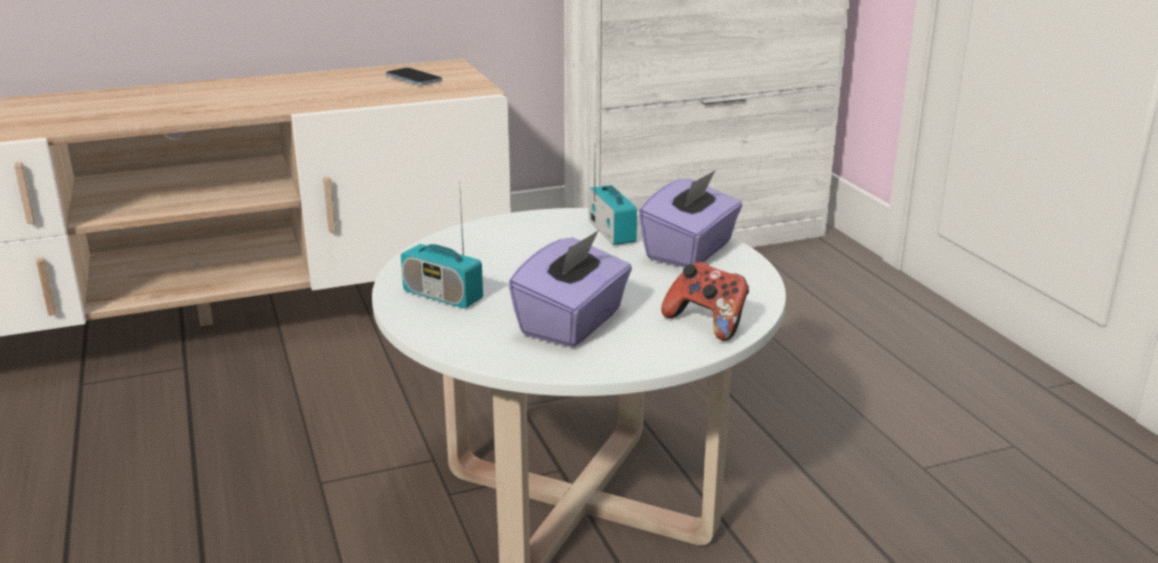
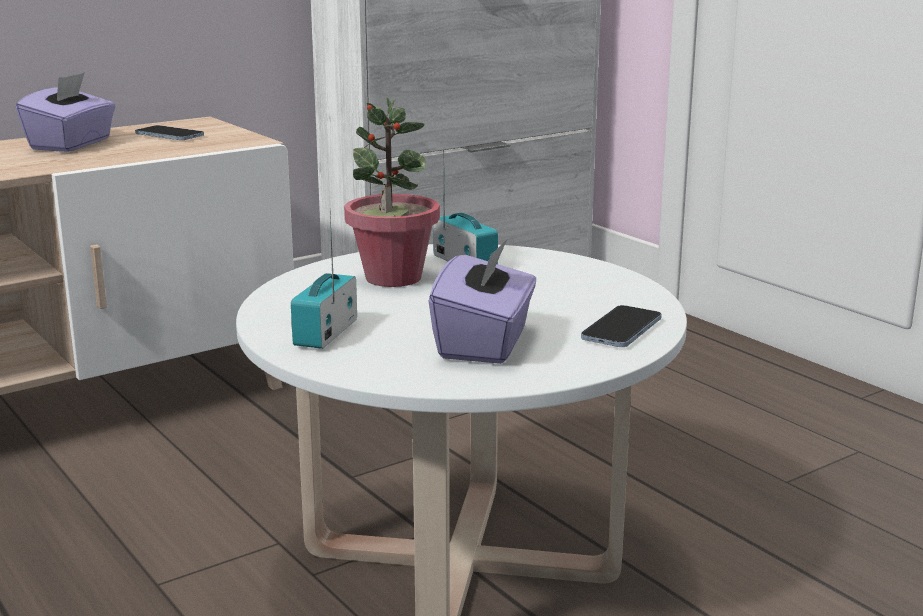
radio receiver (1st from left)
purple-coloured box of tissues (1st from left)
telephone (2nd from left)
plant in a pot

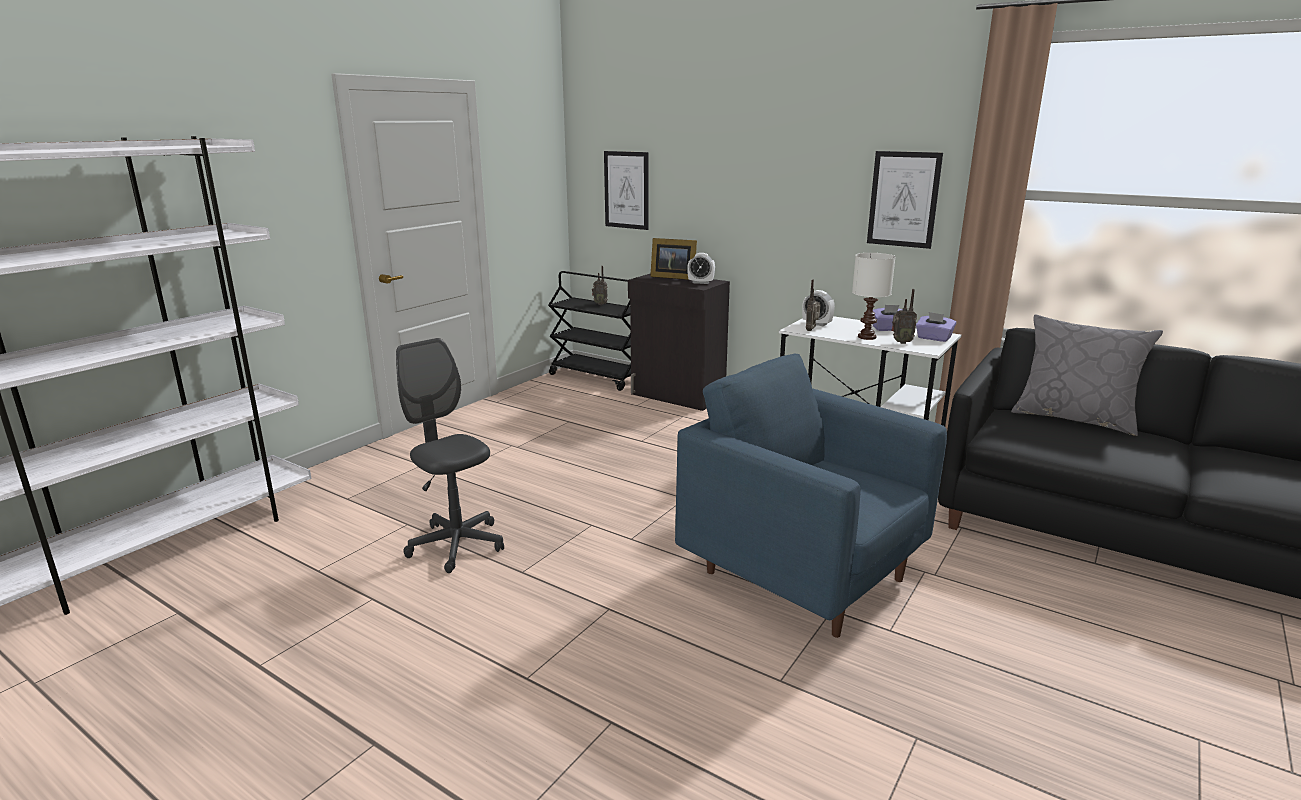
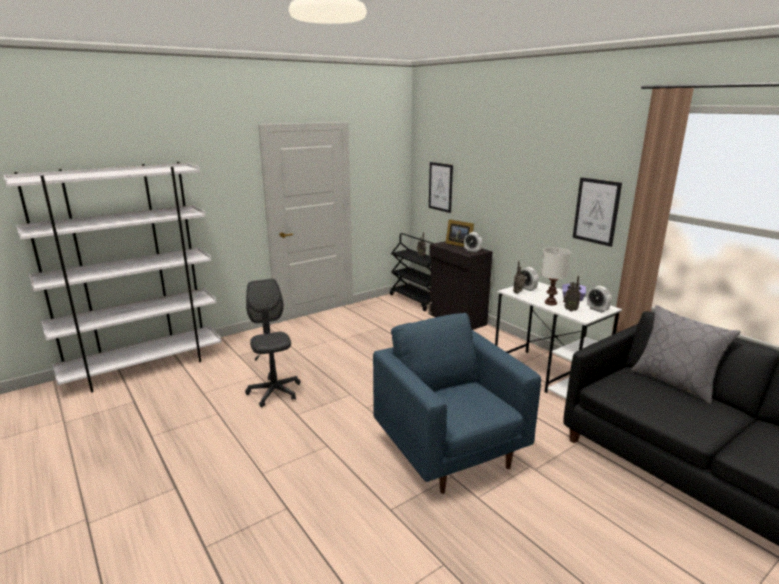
table clock (3rd from left)

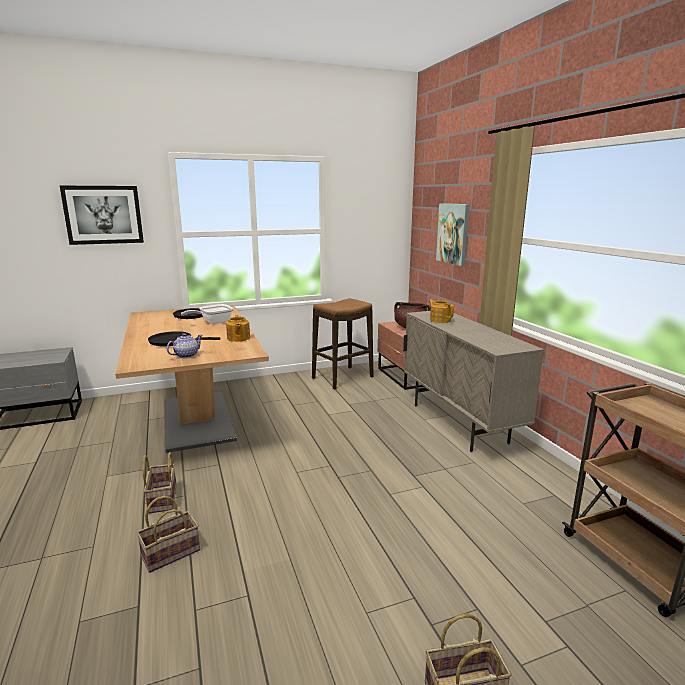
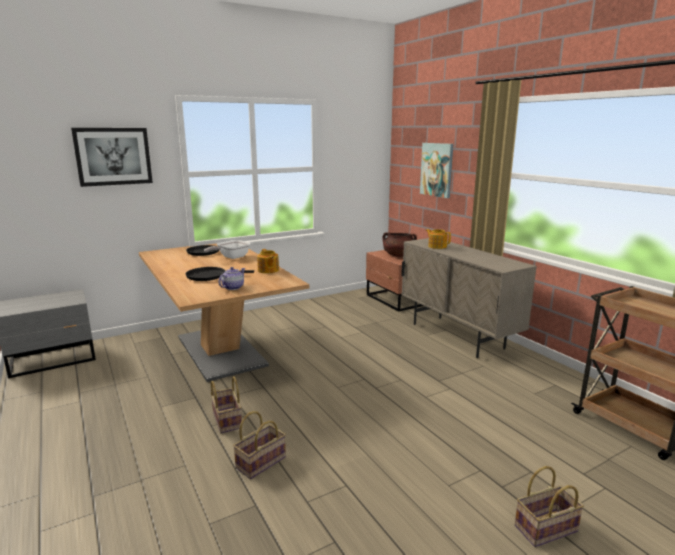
stool

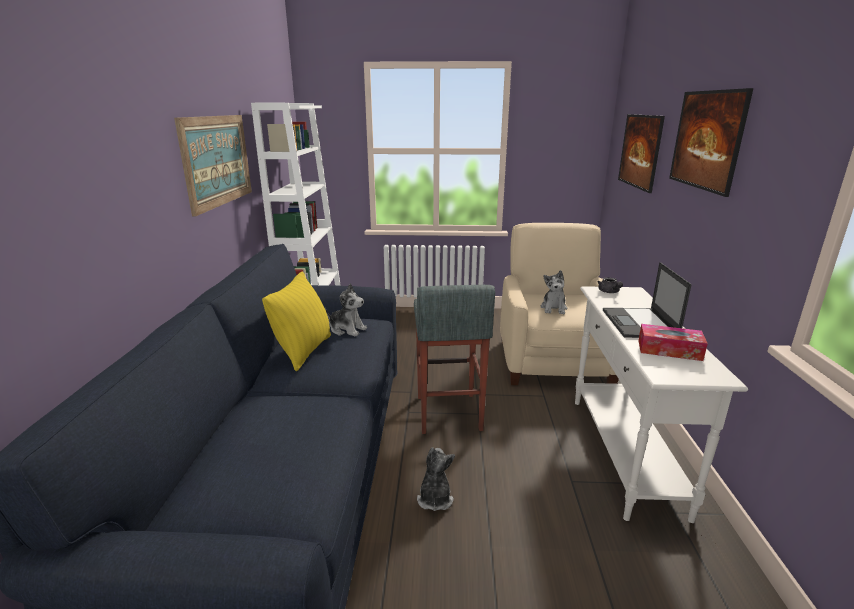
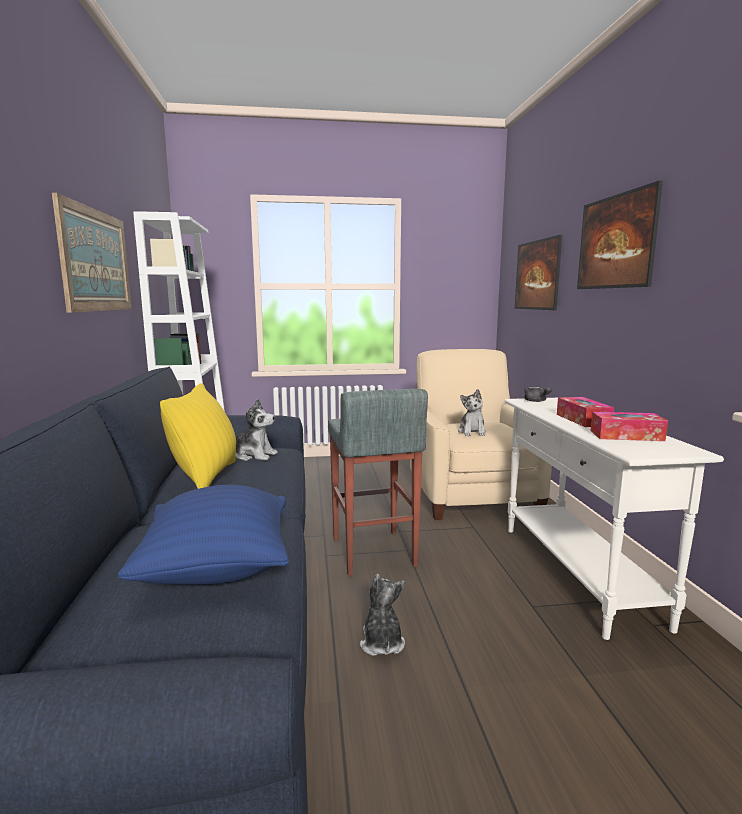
box of tissues (1st from left)
bluish pillow

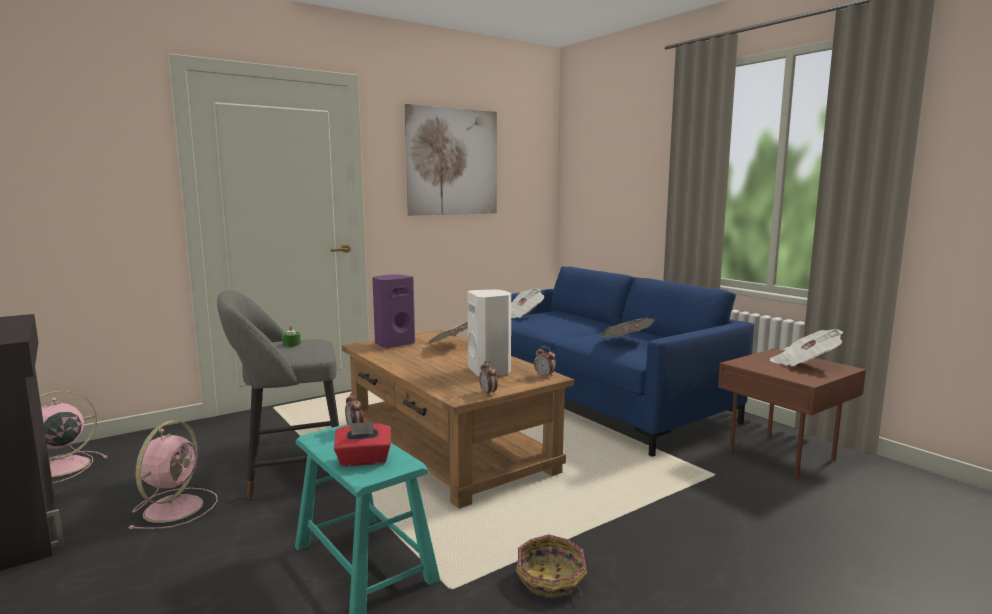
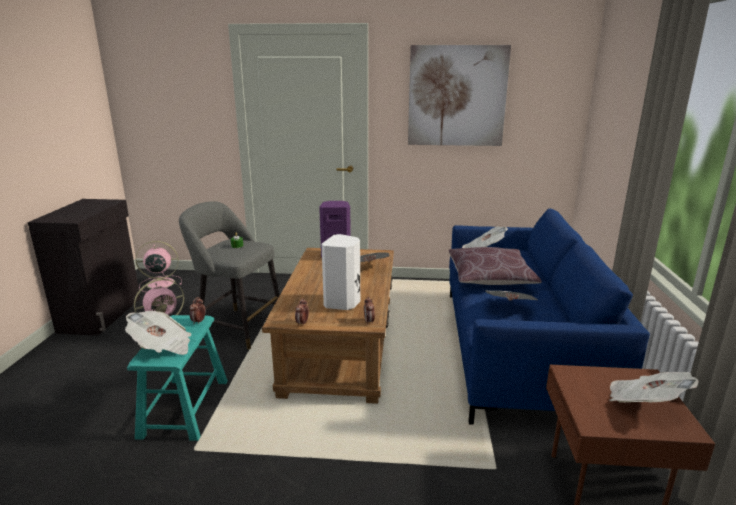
newspaper (1st from left)
household basket
brownish pillow

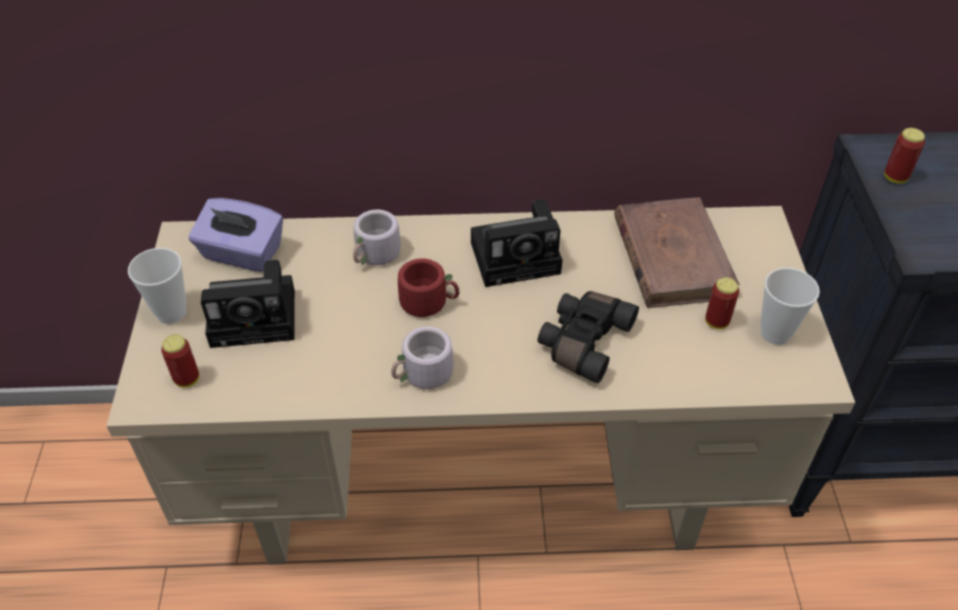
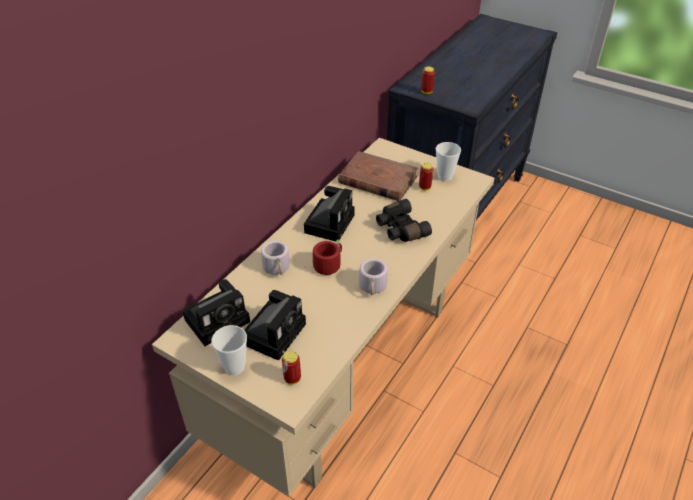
photo camera (1st from left)

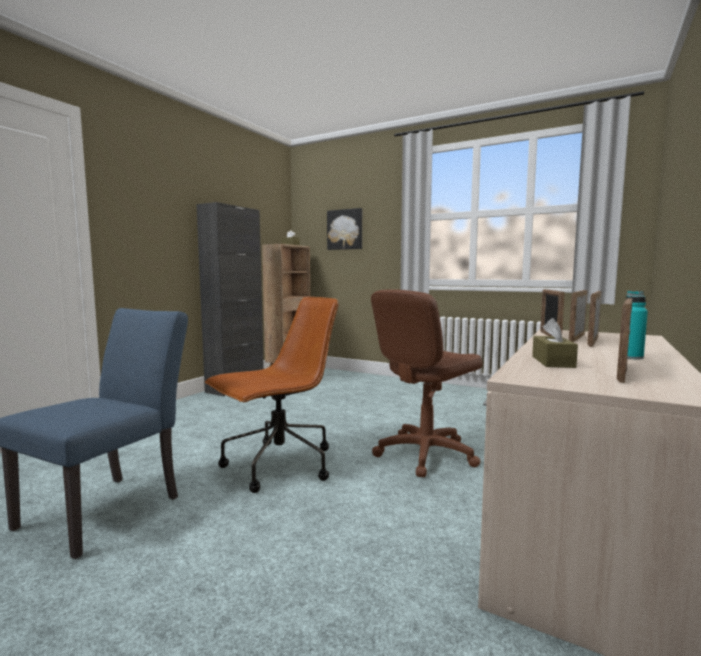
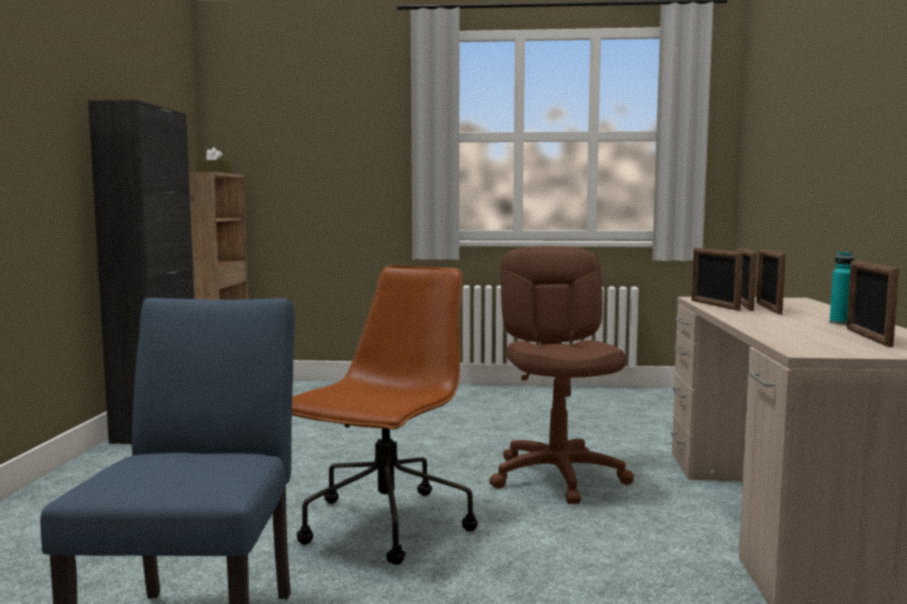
wall art
brownish office chair (2nd from left)
brownish box of tissues (2nd from left in the first image)

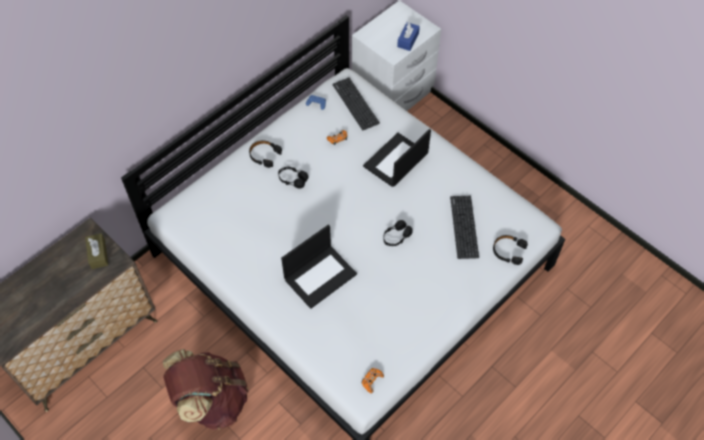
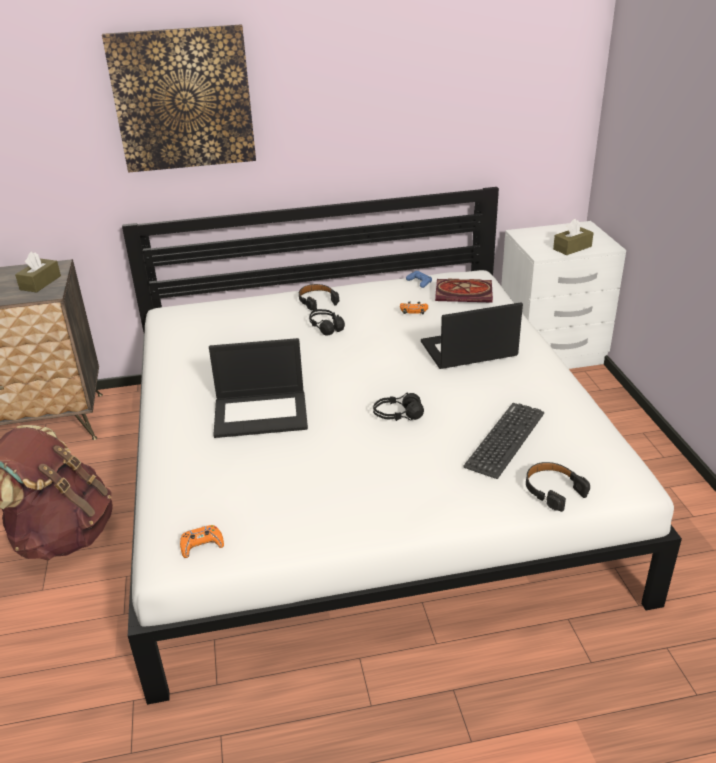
bound book
brownish box of tissues (2nd from left)
wall art

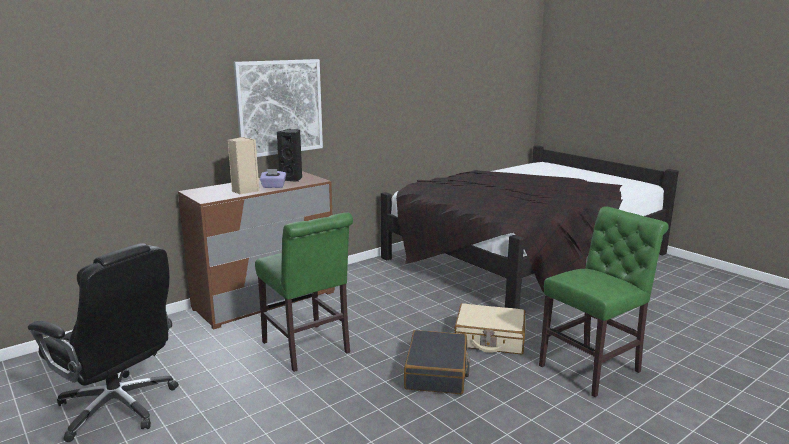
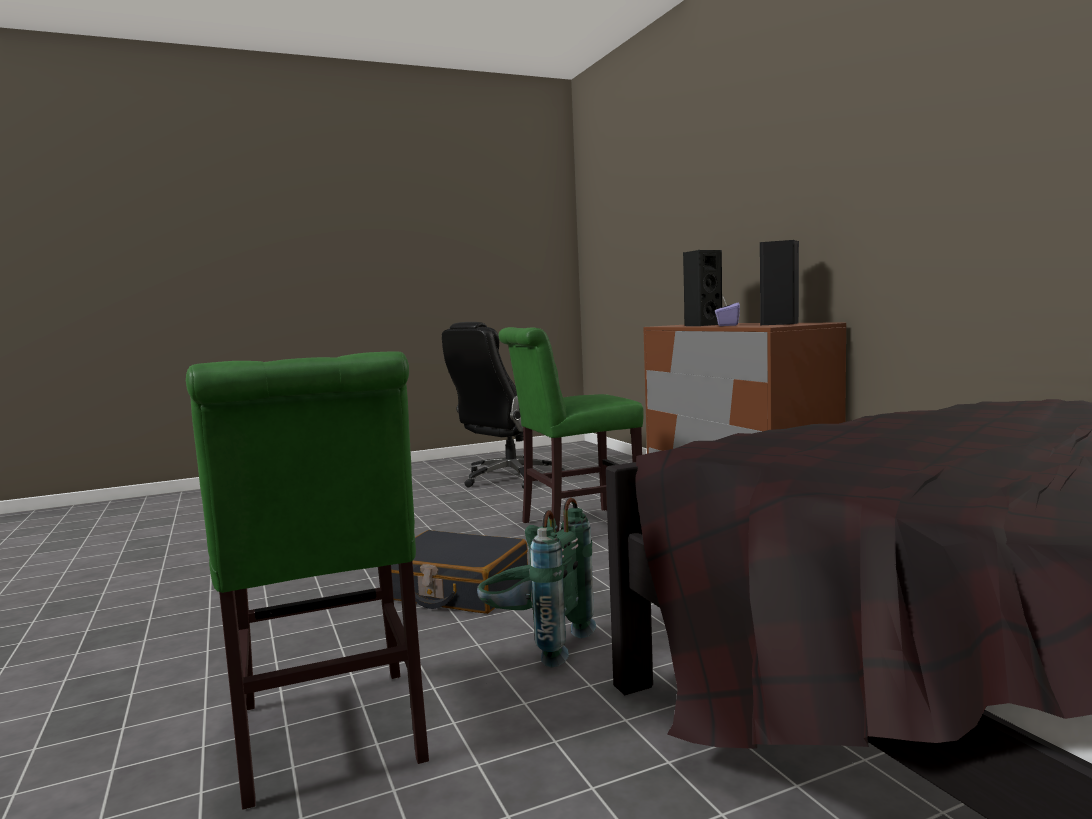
black audio speaker (1st from left)
wall art
greenish backpack

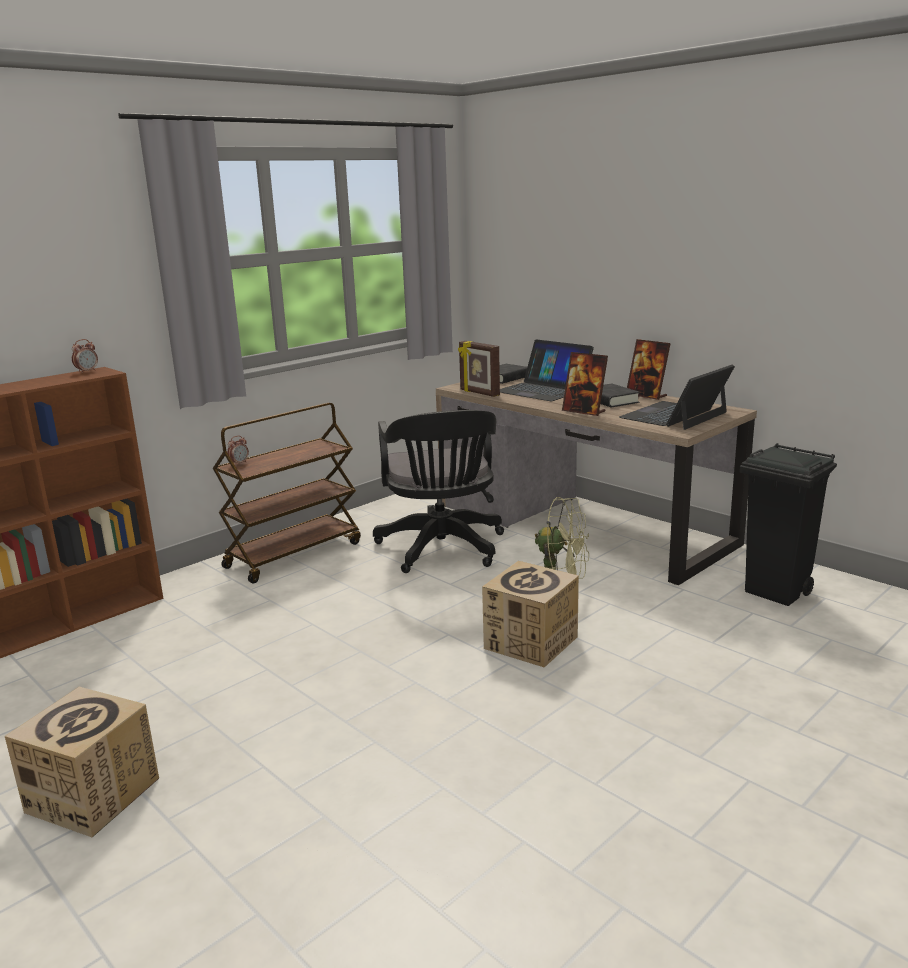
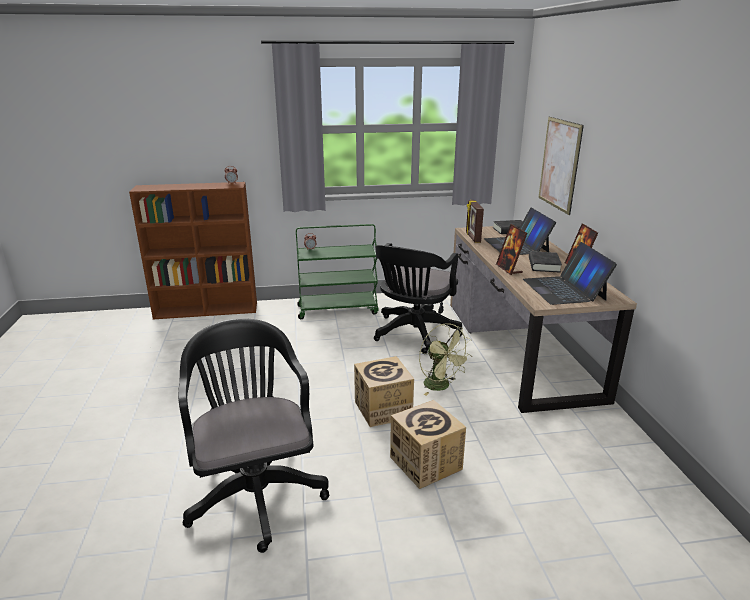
packing box (2nd from left)
greenish wheeled cart
laptop (2nd from left)
black rubbish bin
black office chair (1st from left)
wall art

